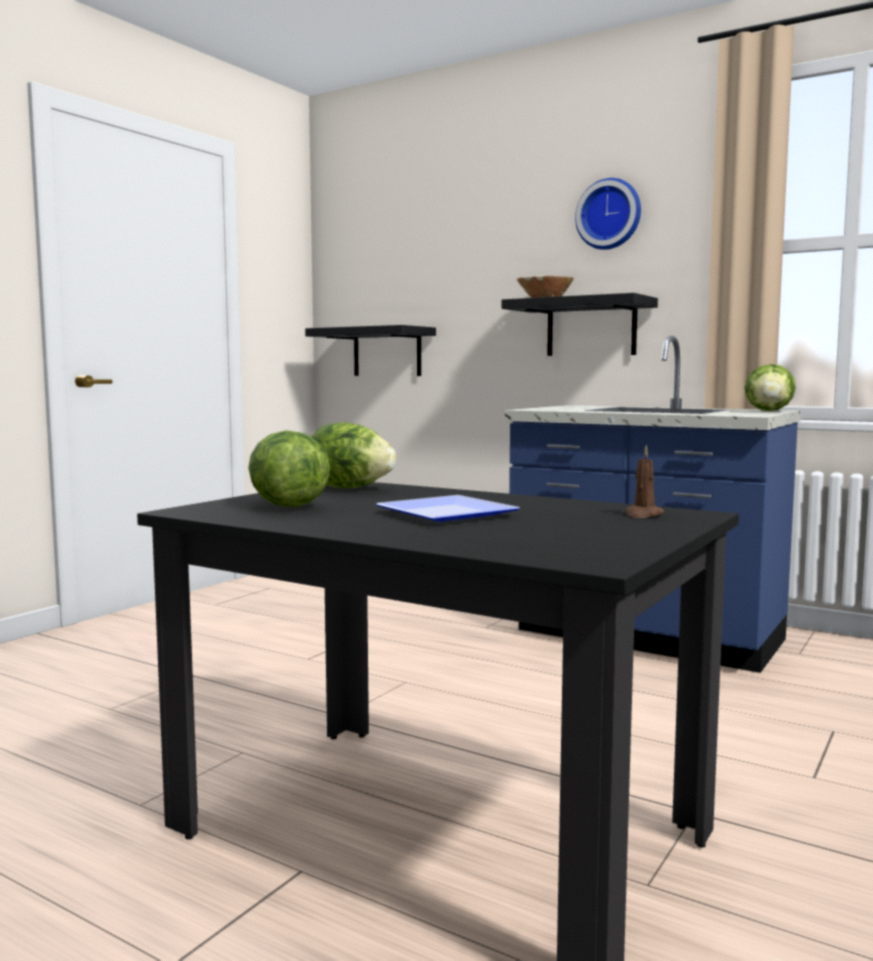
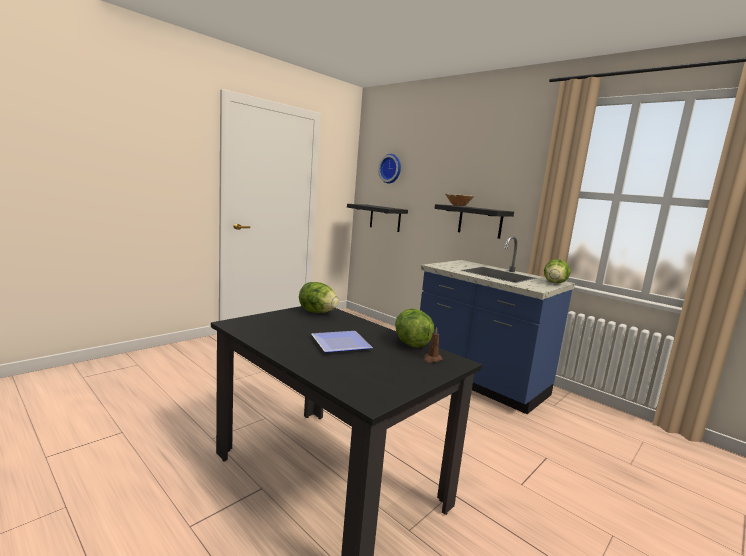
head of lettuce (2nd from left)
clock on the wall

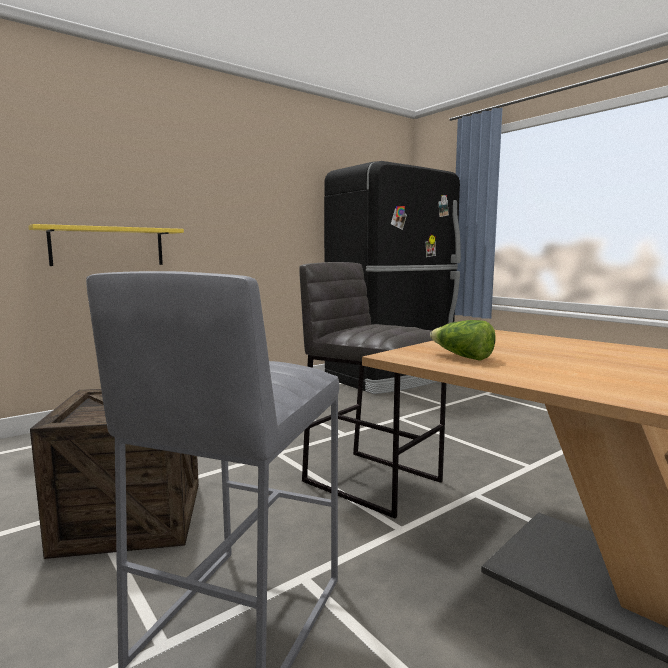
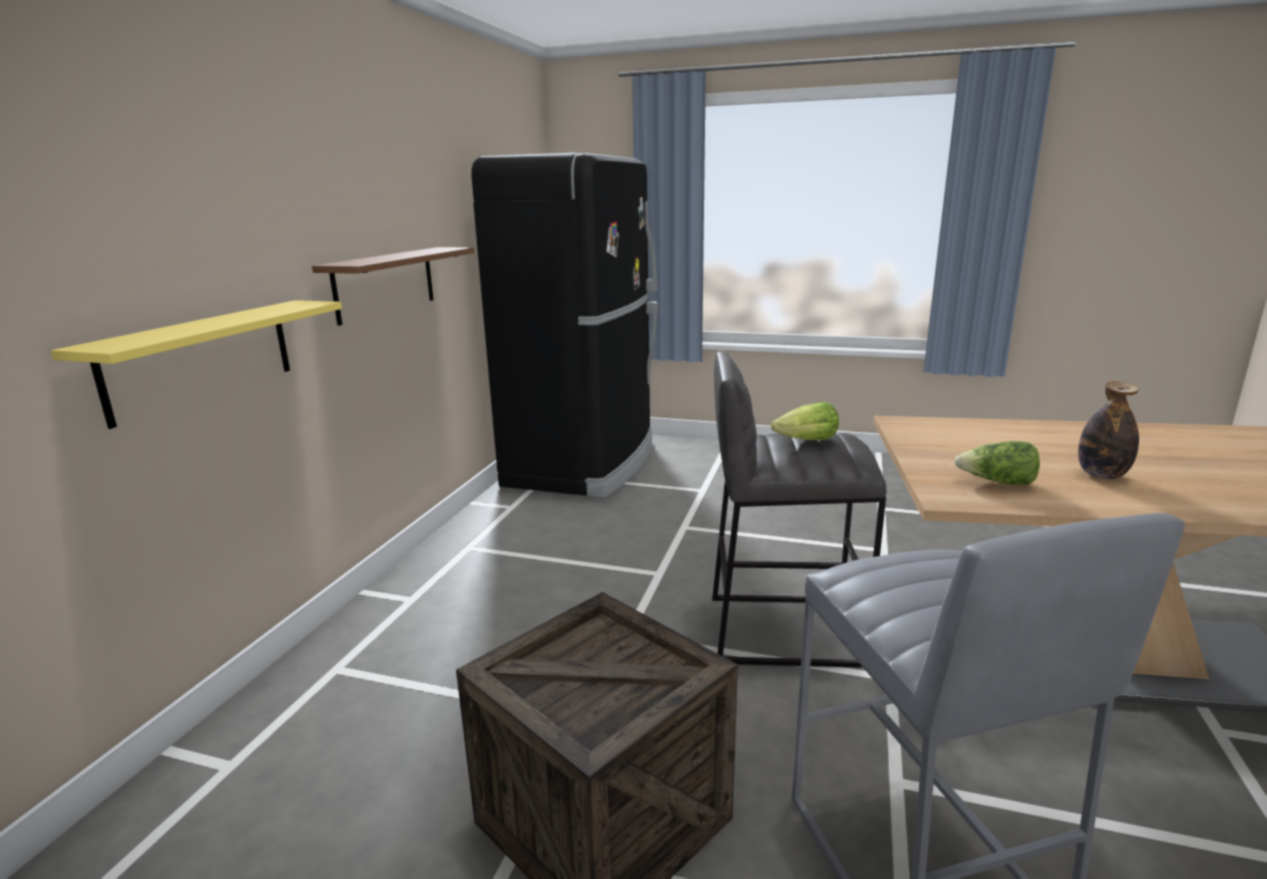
brownish shelf
head of lettuce (1st from left)
drink bottle

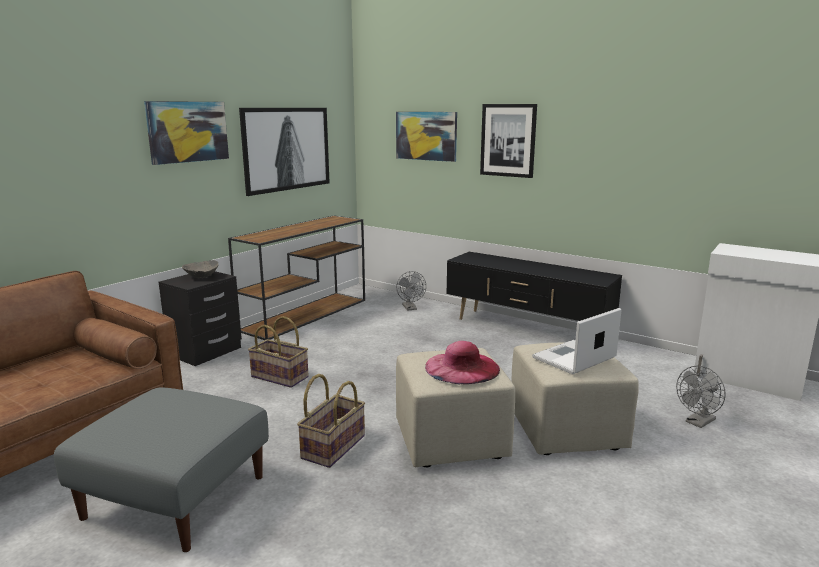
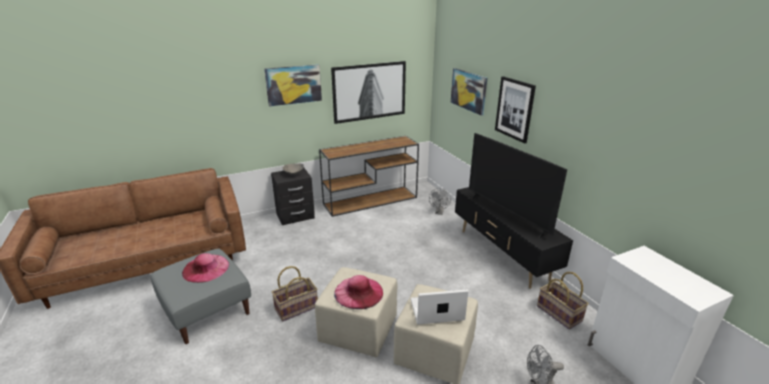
household basket (2nd from left)
pink wearable hat (1st from left)
television

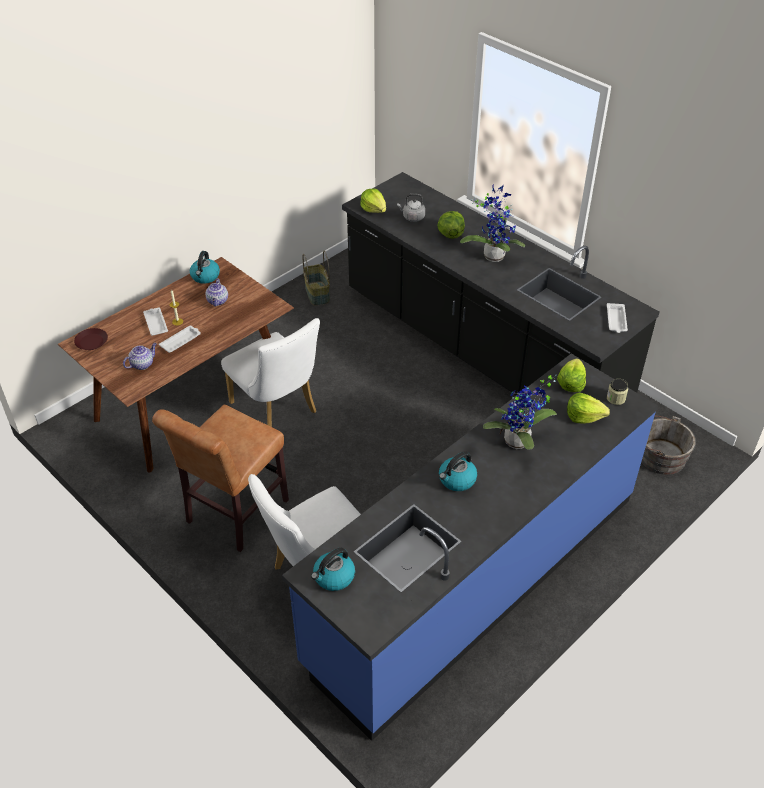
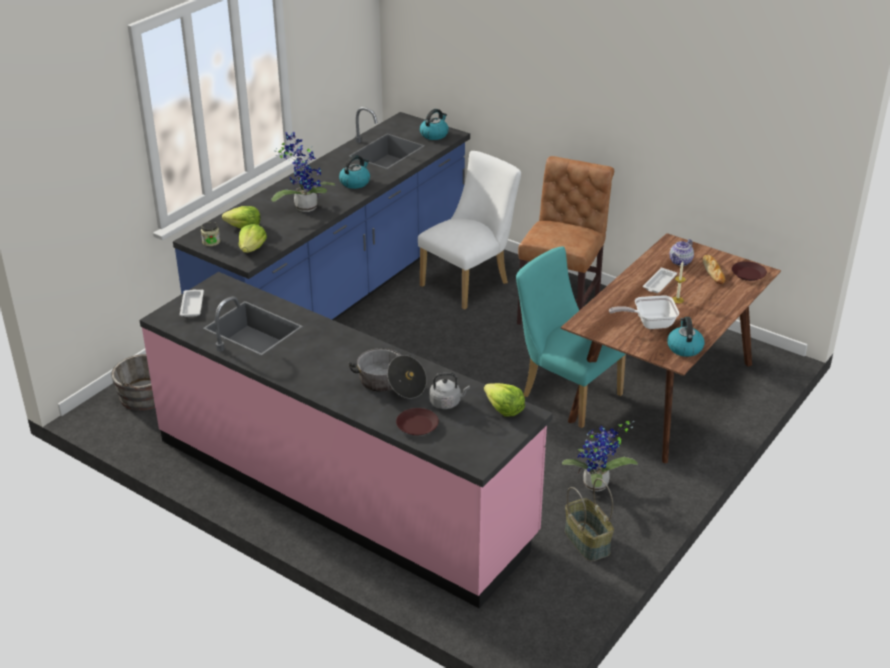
white-coloured tray (1st from left in the first image)
skillet
blue-green plain chair
pink counter
cooking pot
plant in a pot (2nd from left)
brownish flat dish (1st from left)
bakery bread

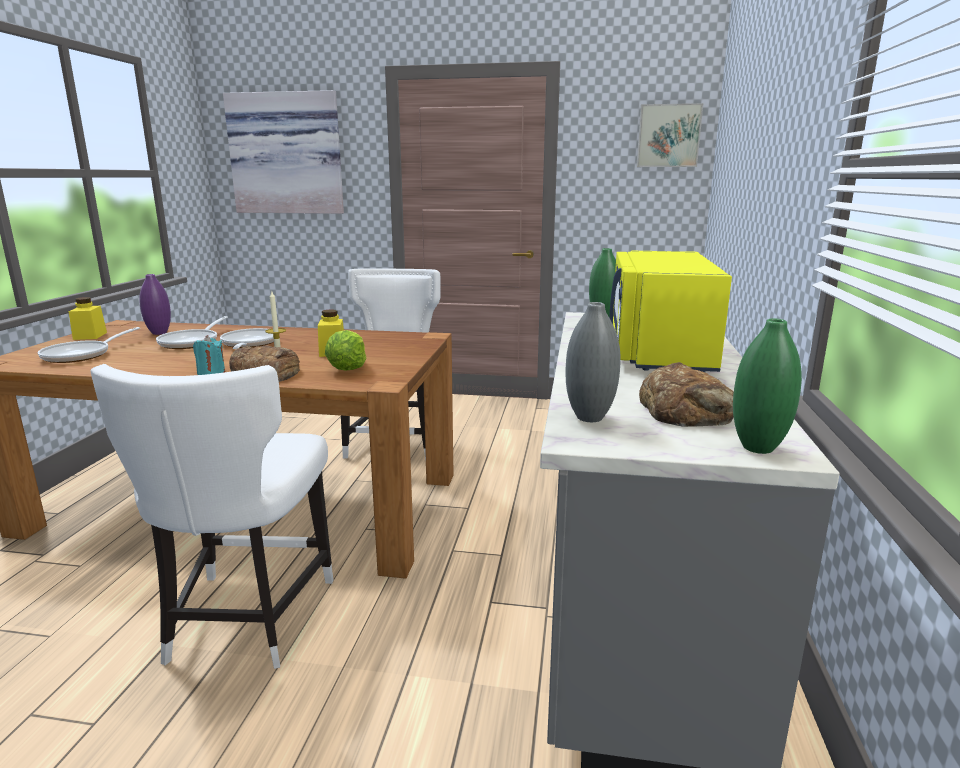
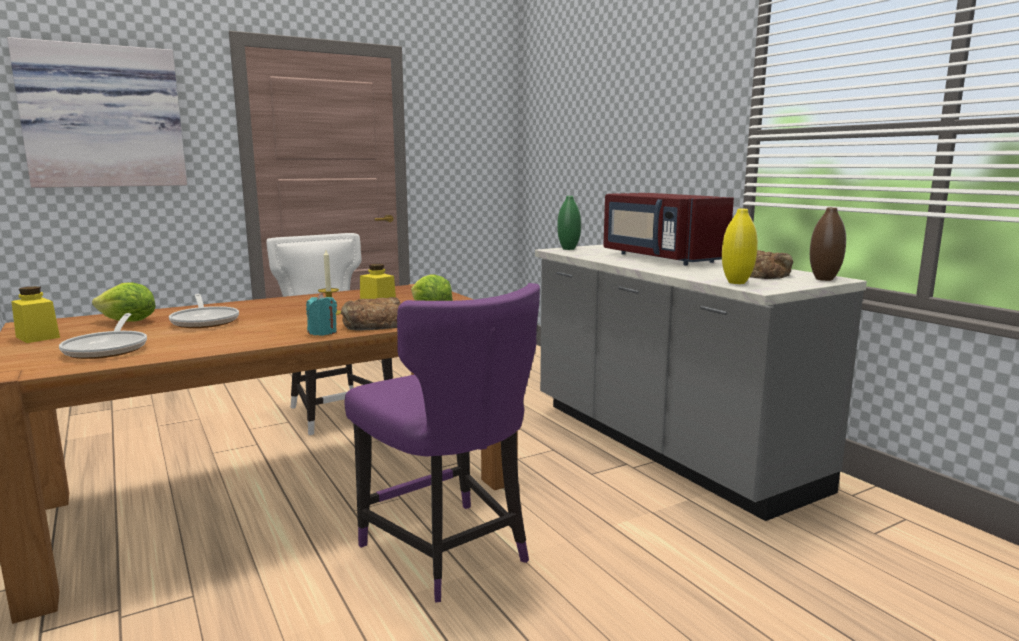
purple-coloured plain chair
head of lettuce (1st from left)
skillet (3rd from left in the first image)
yellowish flower vase
reddish microwave oven
wall art (2nd from left in the first image)
brownish flower vase

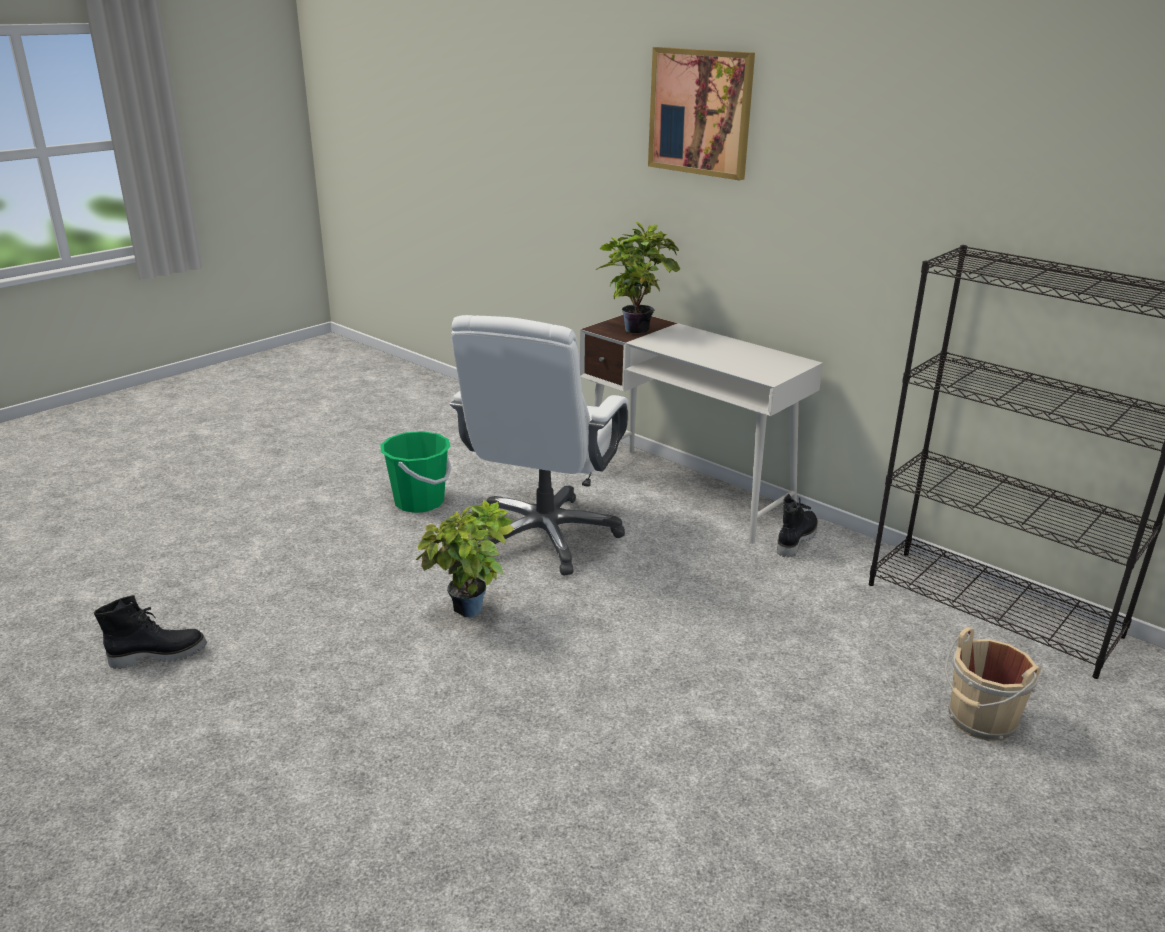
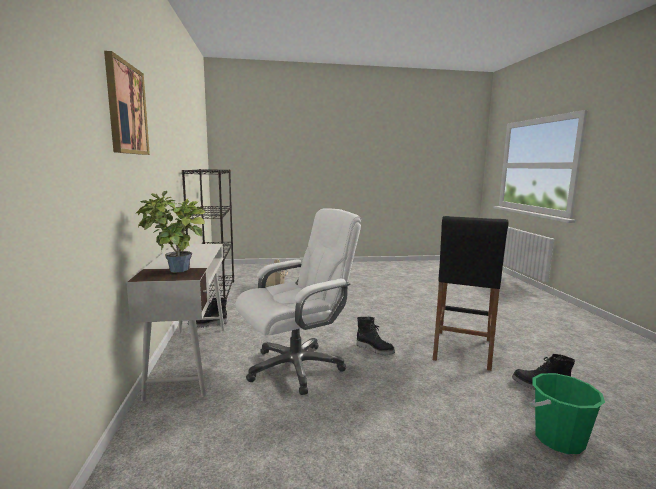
greenish water bucket
black boot (2nd from left)
black stool

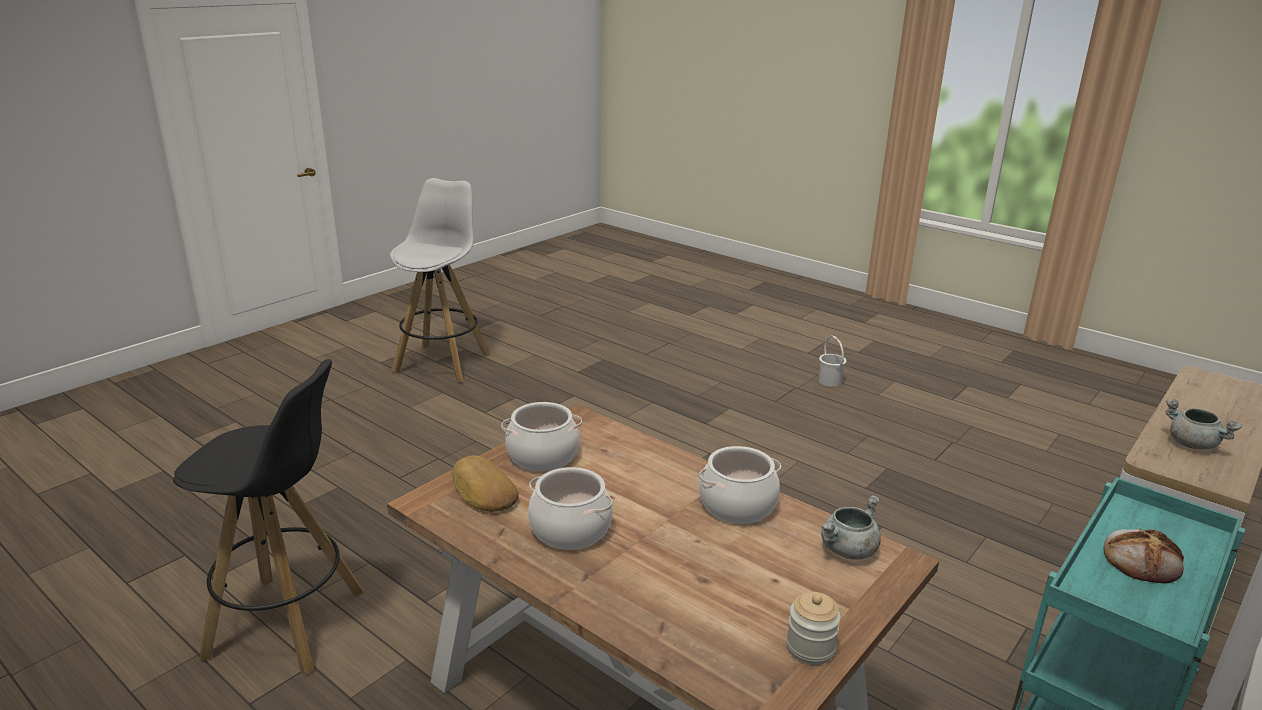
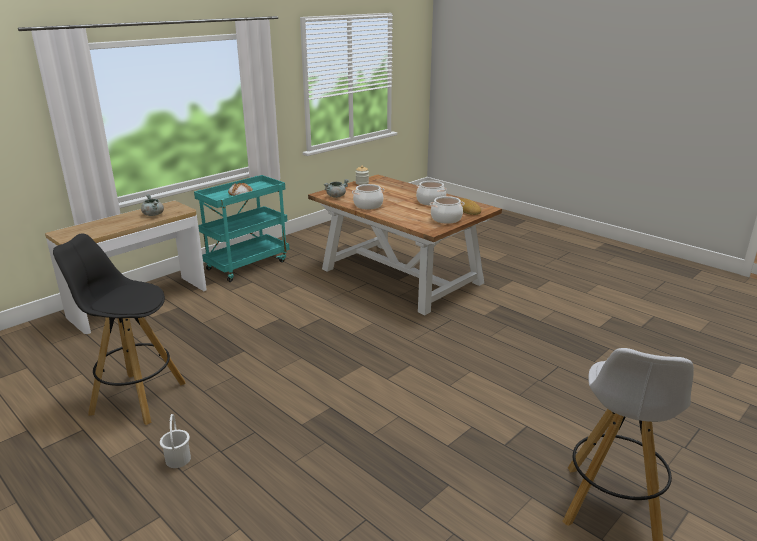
black stool

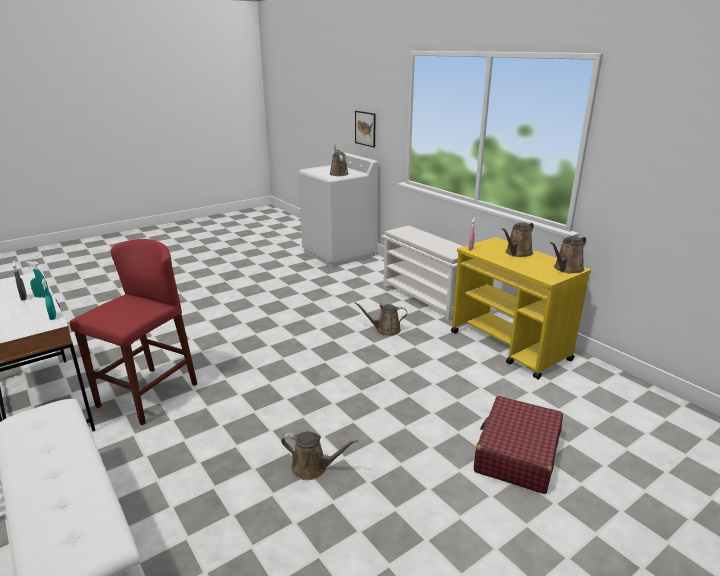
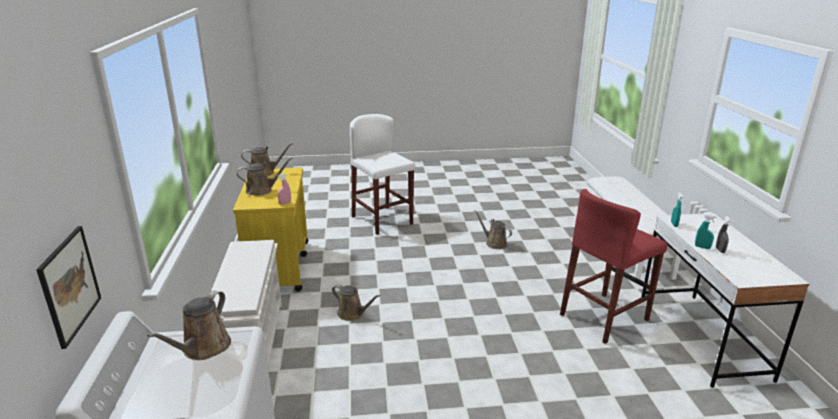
white-coloured stool

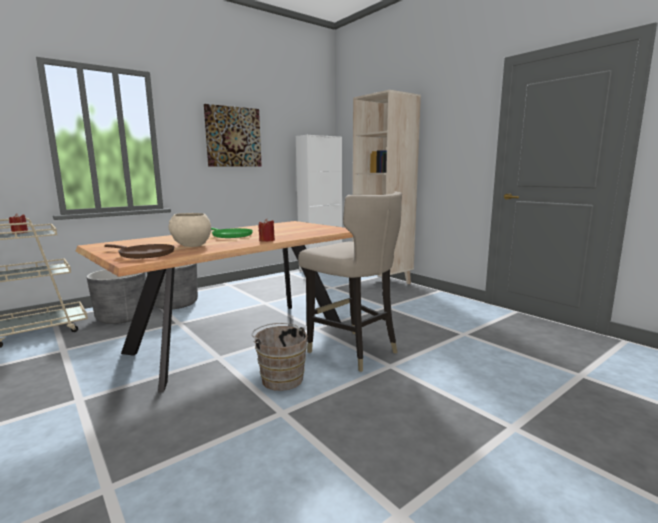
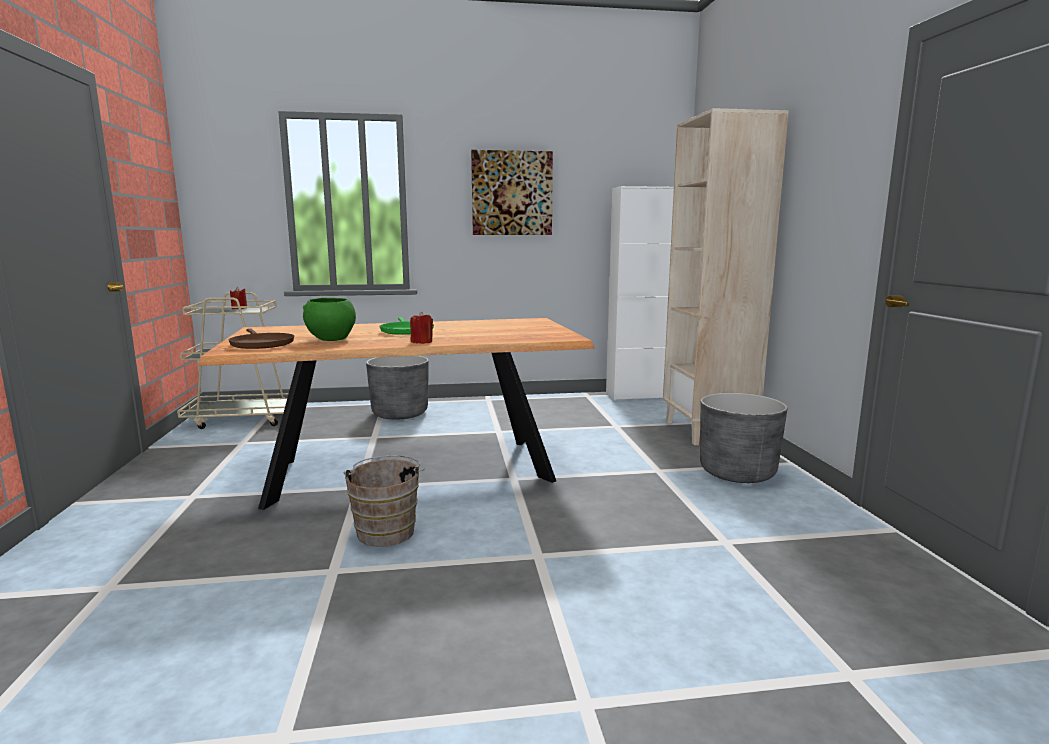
greyish plant pot (2nd from left)
greenish bowl
beige-coloured stool

